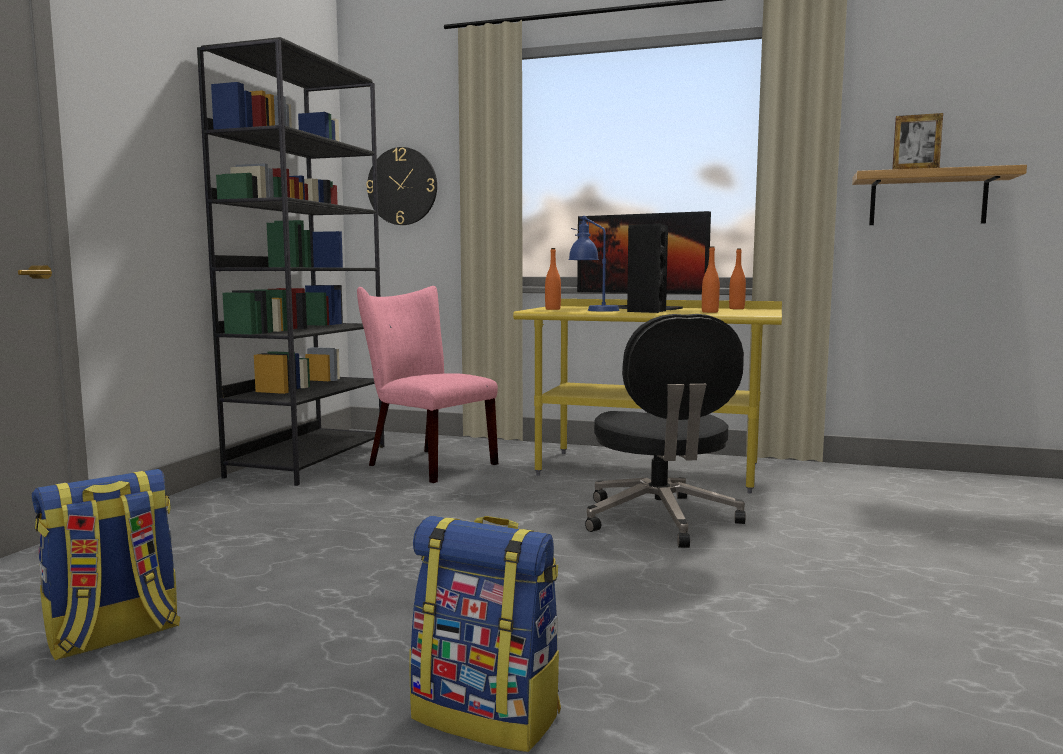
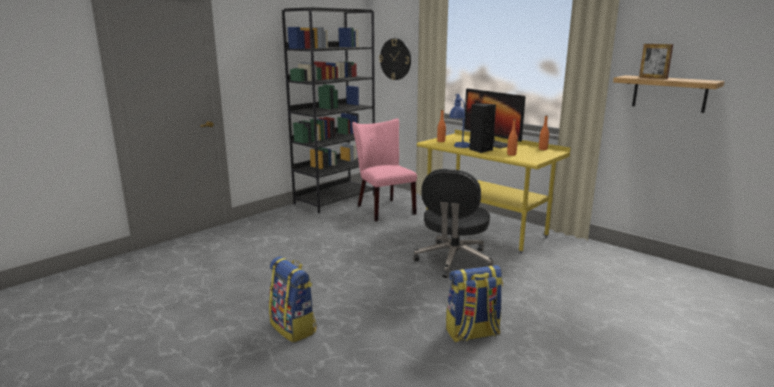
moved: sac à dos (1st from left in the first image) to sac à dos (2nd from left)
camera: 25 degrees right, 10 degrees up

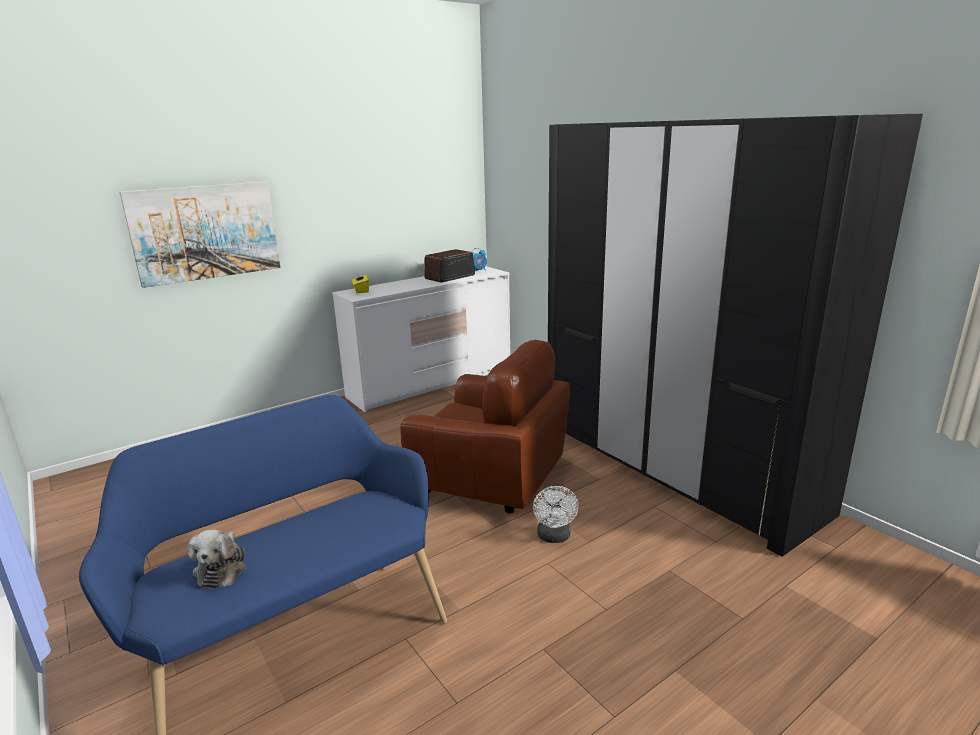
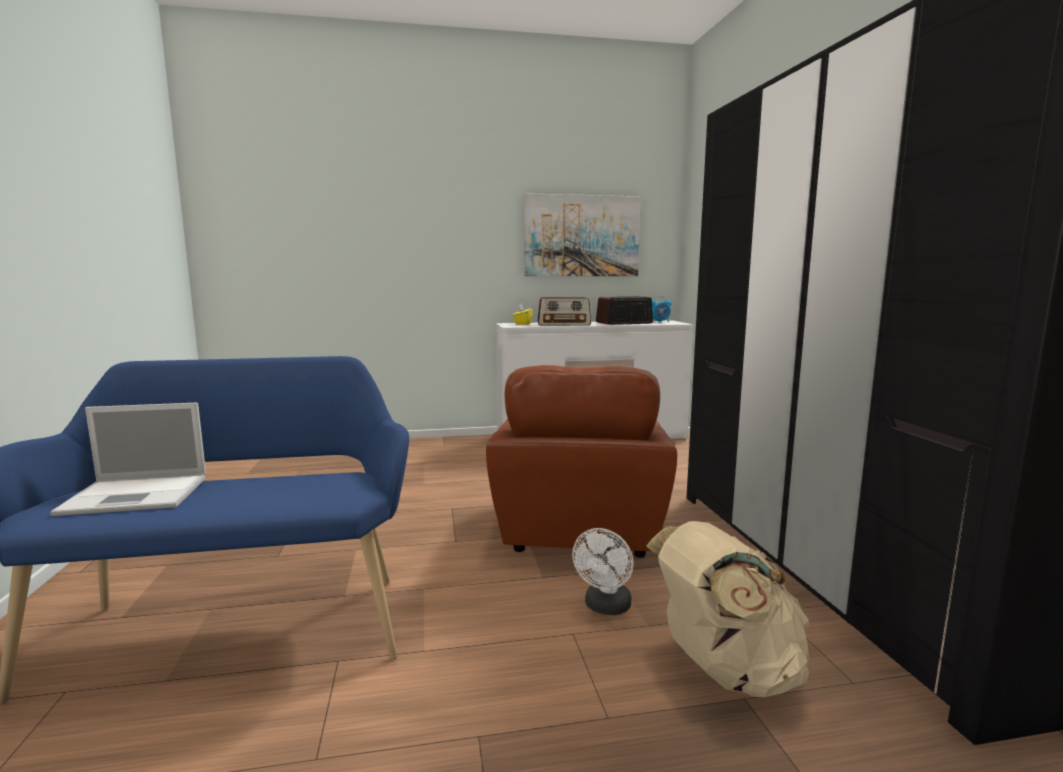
added: radio (1st from left); sac à dos/beige
moved: tableau
replaced: peluche to ordinateur portable
turned: fauteuil/marron 45 degrees clockwise
camera: 25 degrees right, 10 degrees down

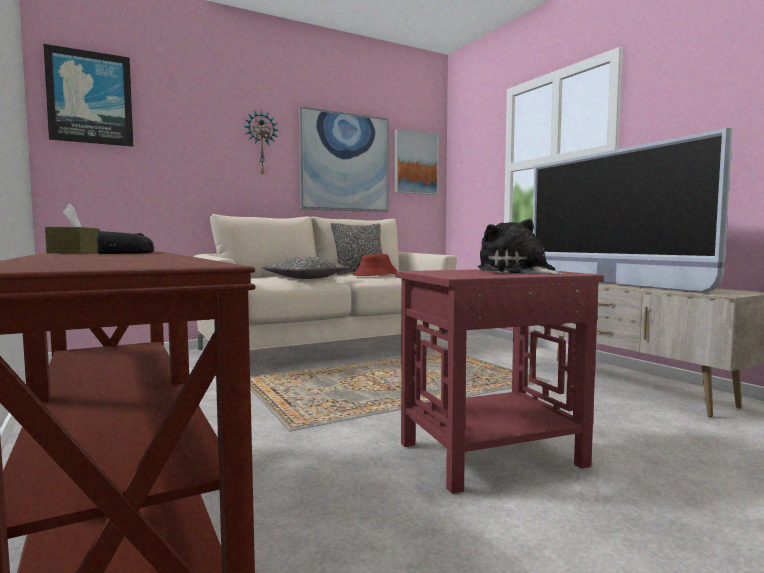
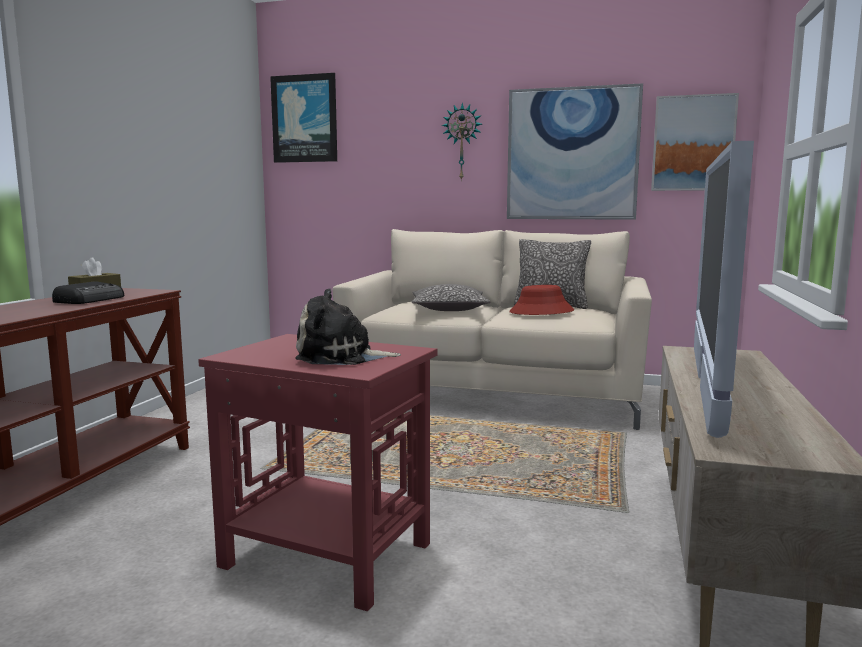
turned: peluche 105 degrees counterclockwise
camera: 45 degrees right, 5 degrees up

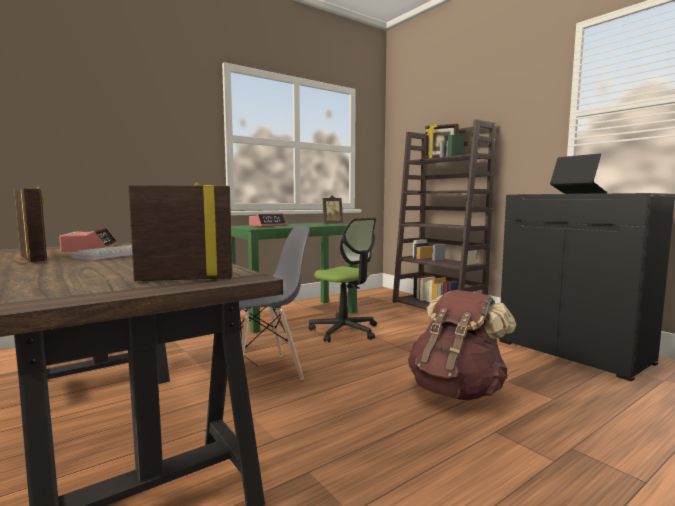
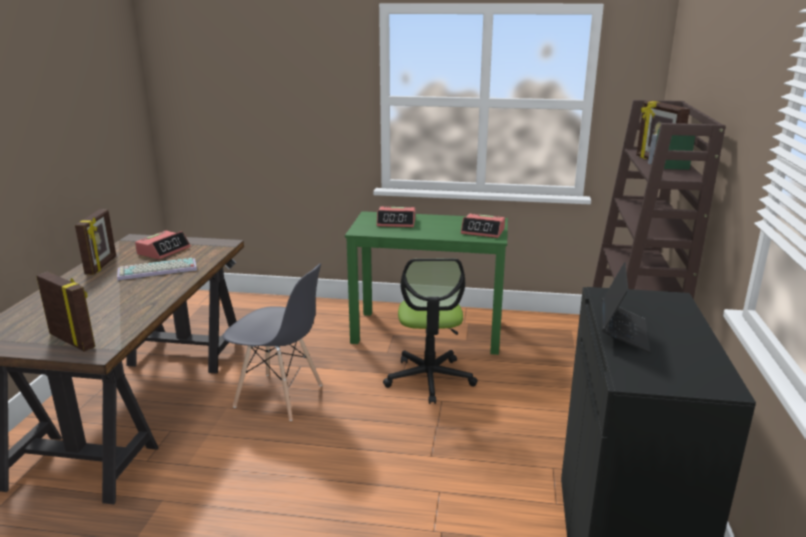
removed: sac à dos/marron
replaced: cadre photo (3rd from left) to réveil (3rd from left)
camera: 45 degrees right, 15 degrees up

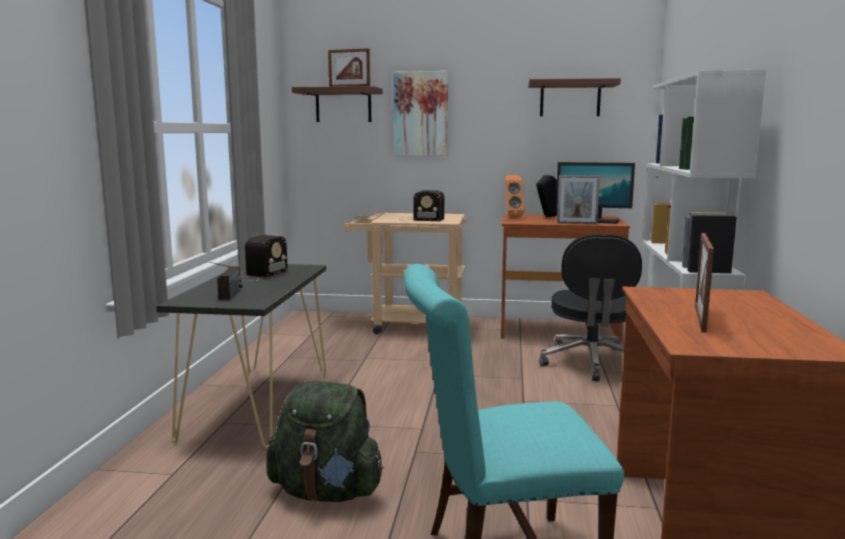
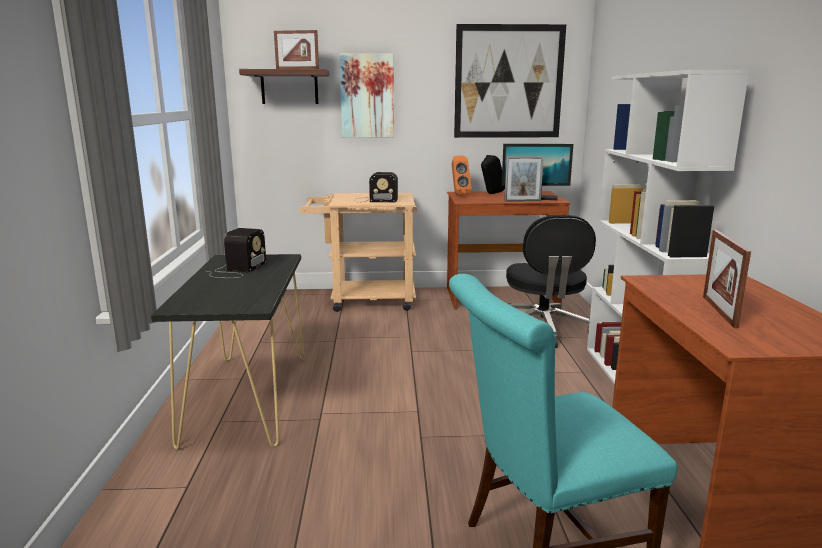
removed: radio (1st from left); sac à dos/vert
replaced: étagère (2nd from left) to tableau (2nd from left)
camera: 10 degrees left, 5 degrees up

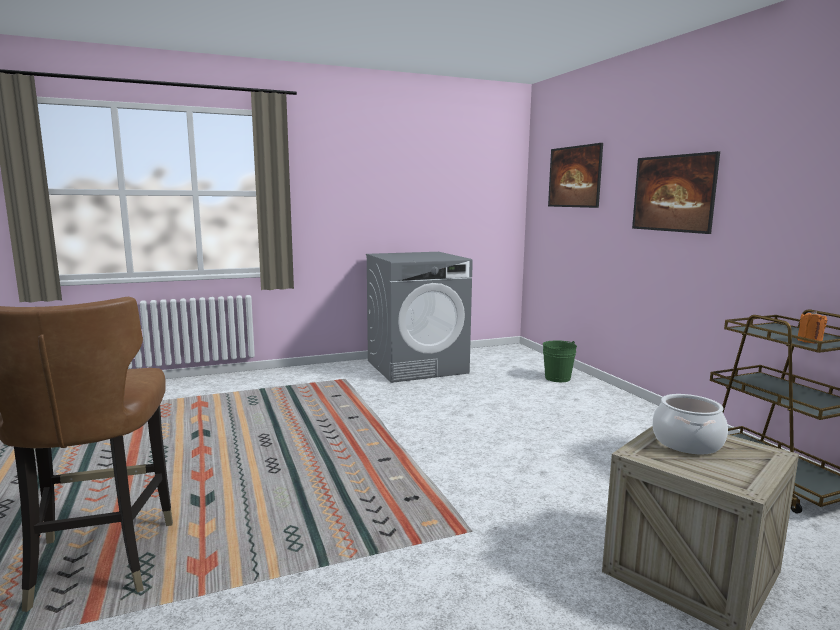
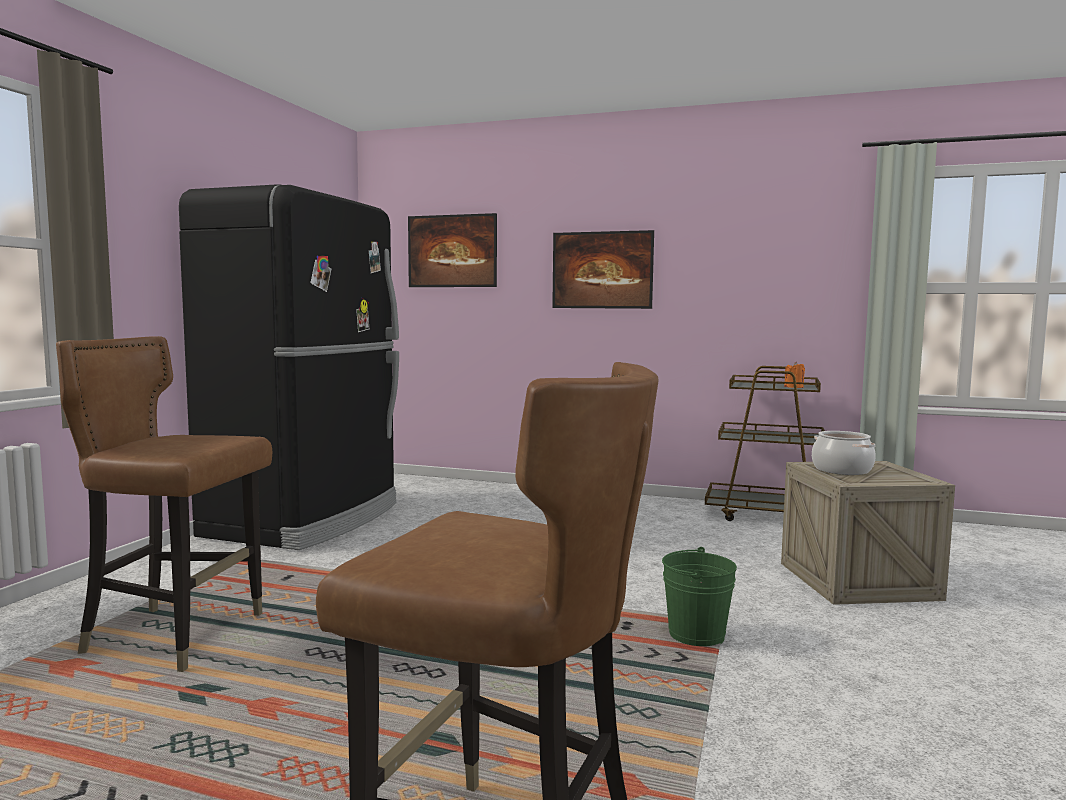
added: chaise/marron (1st from left)
moved: seau/vert
replaced: lave-linge/gris to réfrigérateur/noir
camera: 50 degrees left, 5 degrees down

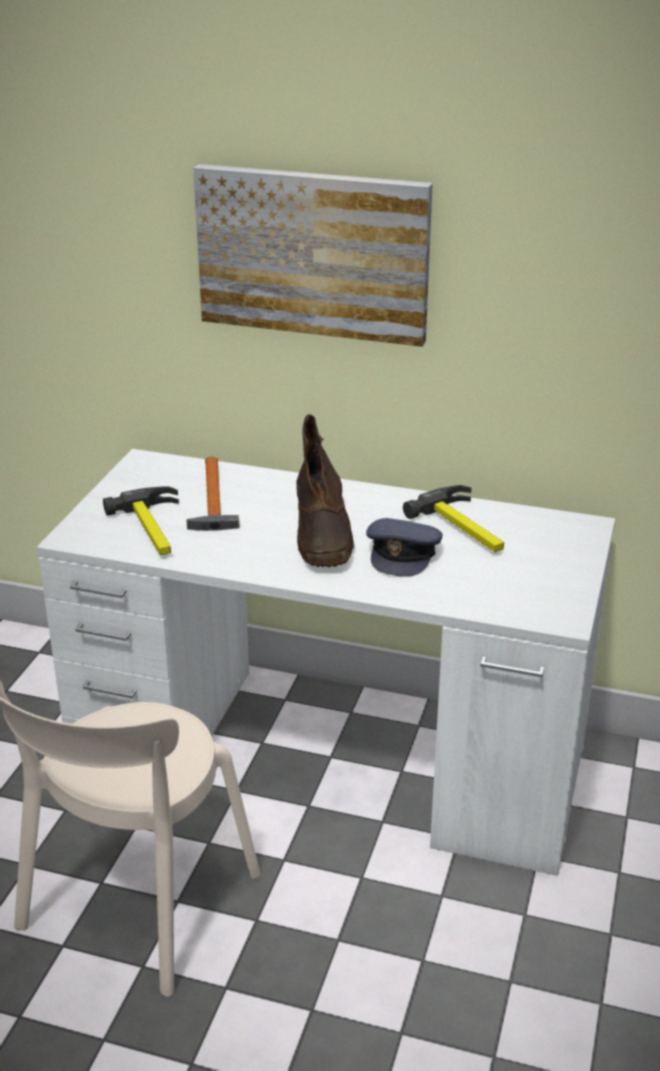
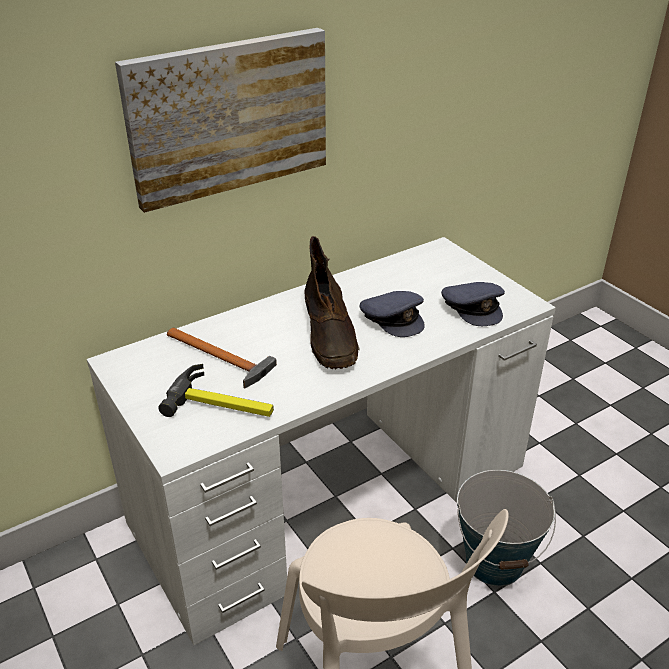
removed: marteau (3rd from left)
added: casquette/gris (2nd from left); seau
turned: botte/marron 45 degrees clockwise
camera: 50 degrees left, 5 degrees up

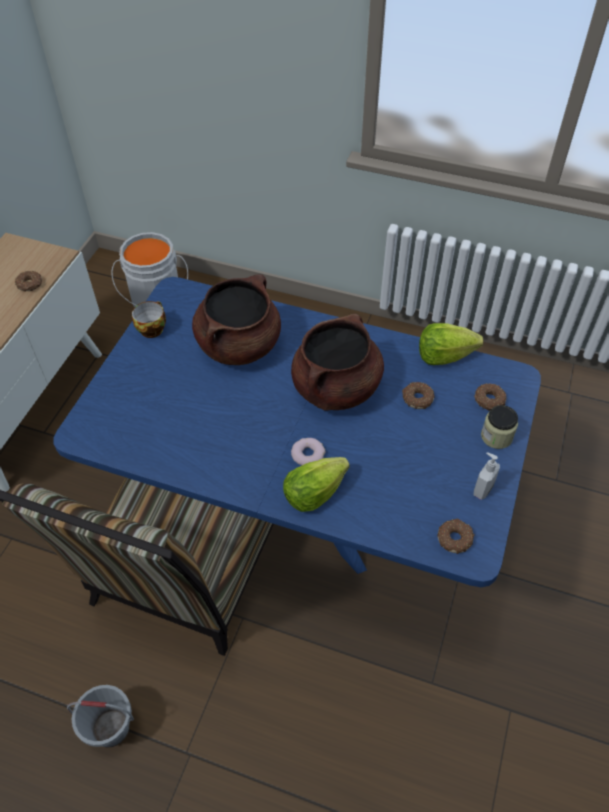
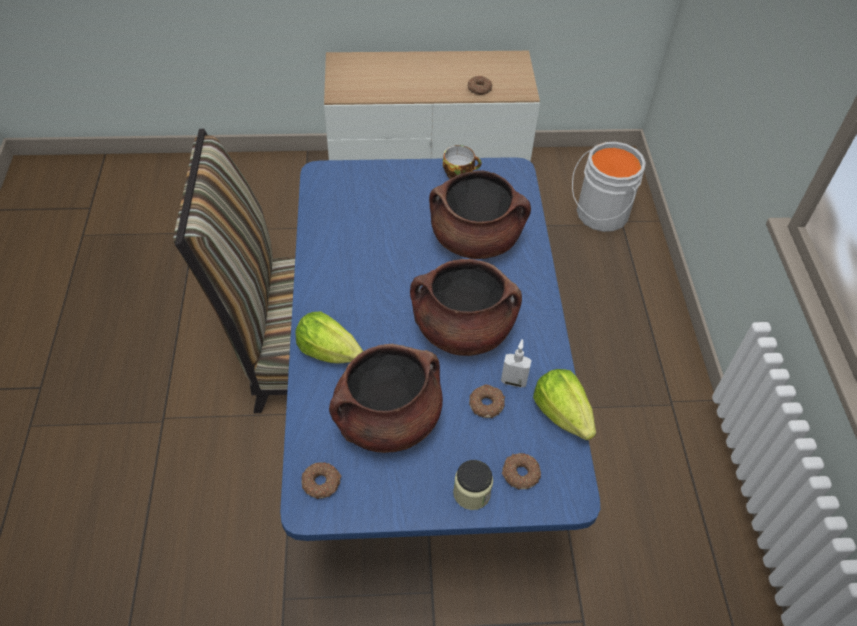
removed: seau/gris (1st from left); beignet (2nd from left)
added: marmite/marron (1st from left)
moved: distributeur de savon
camera: 65 degrees right, 0 degrees up

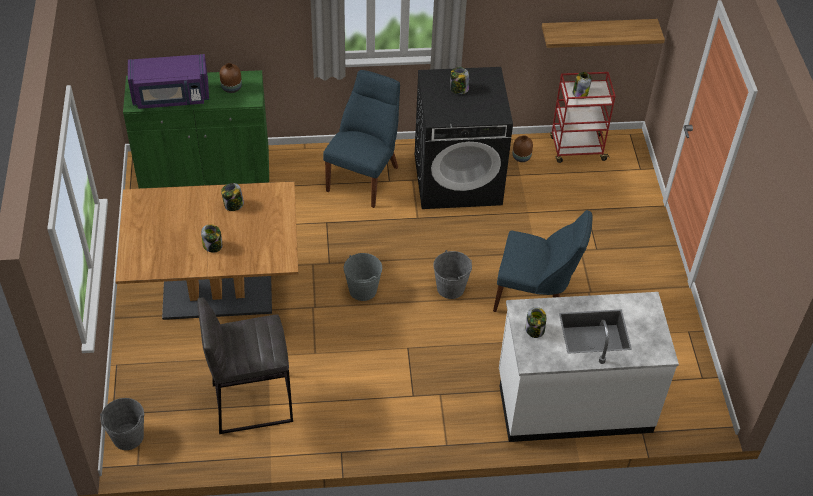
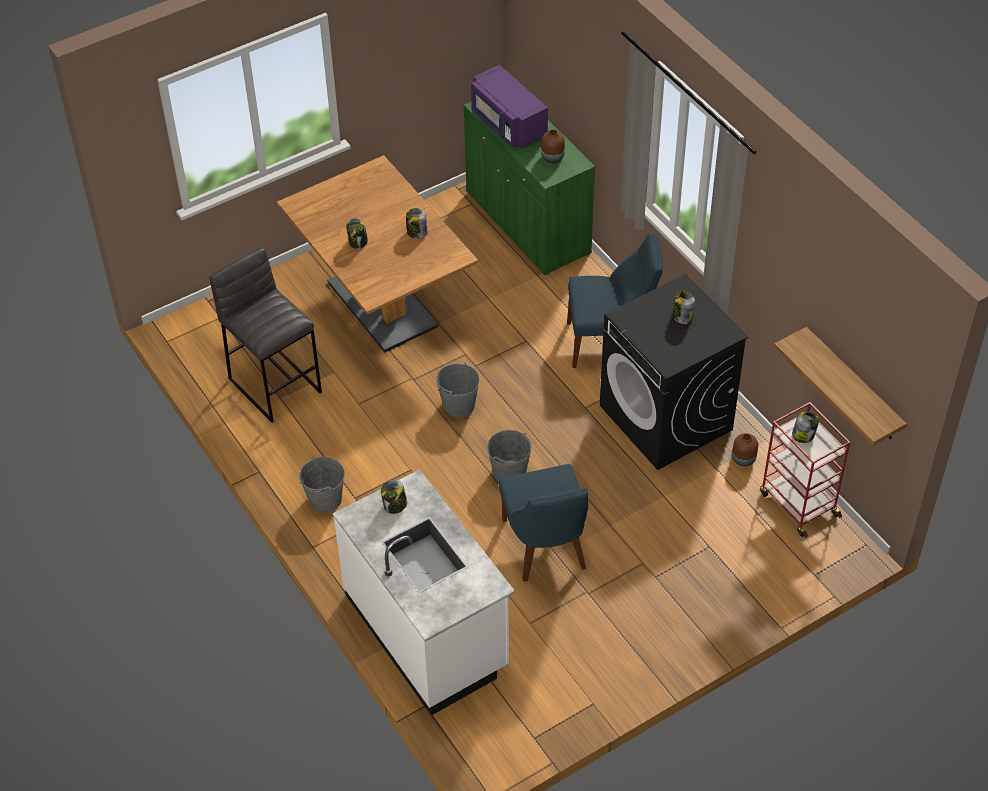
moved: seau/gris (1st from left)
camera: 65 degrees right, 0 degrees up

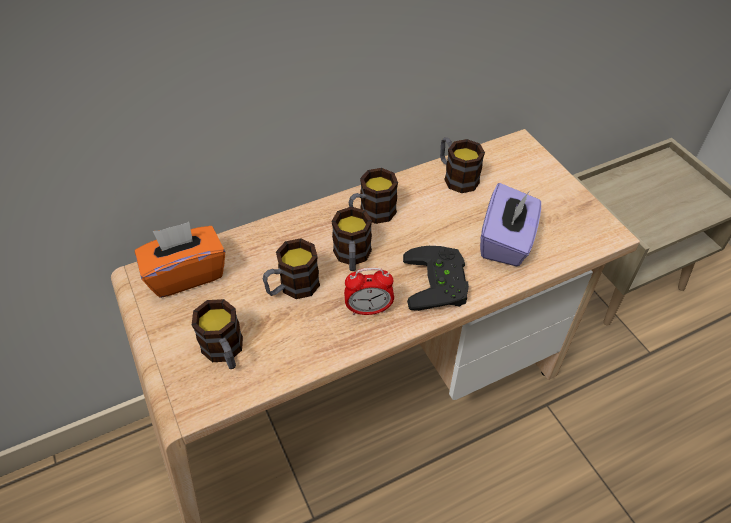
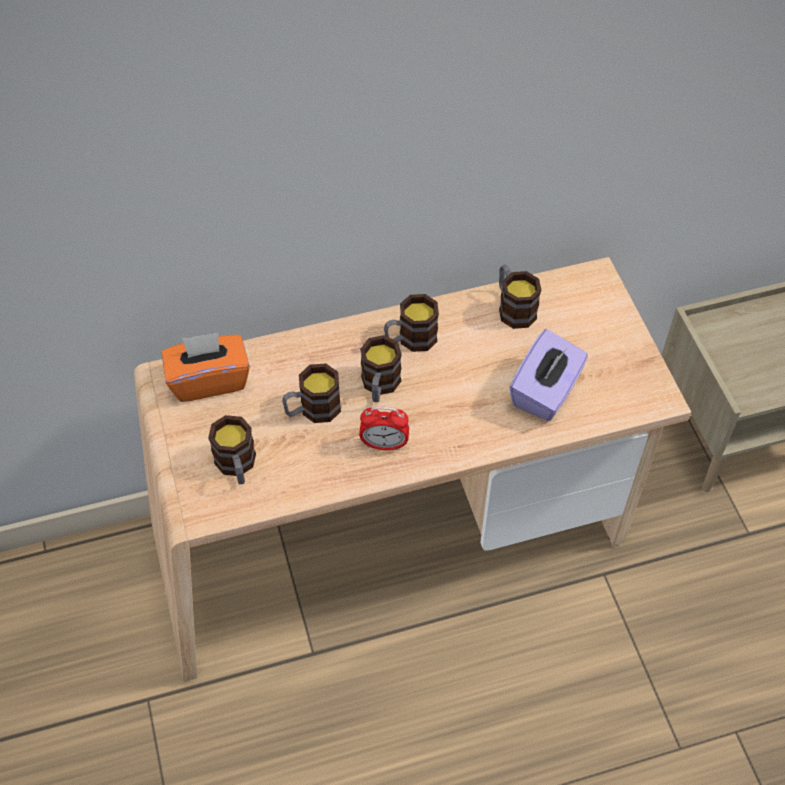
removed: manette/noir
camera: 10 degrees right, 5 degrees up

